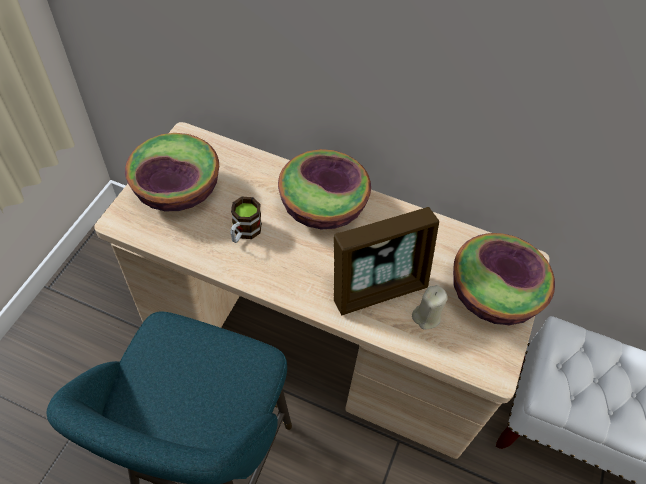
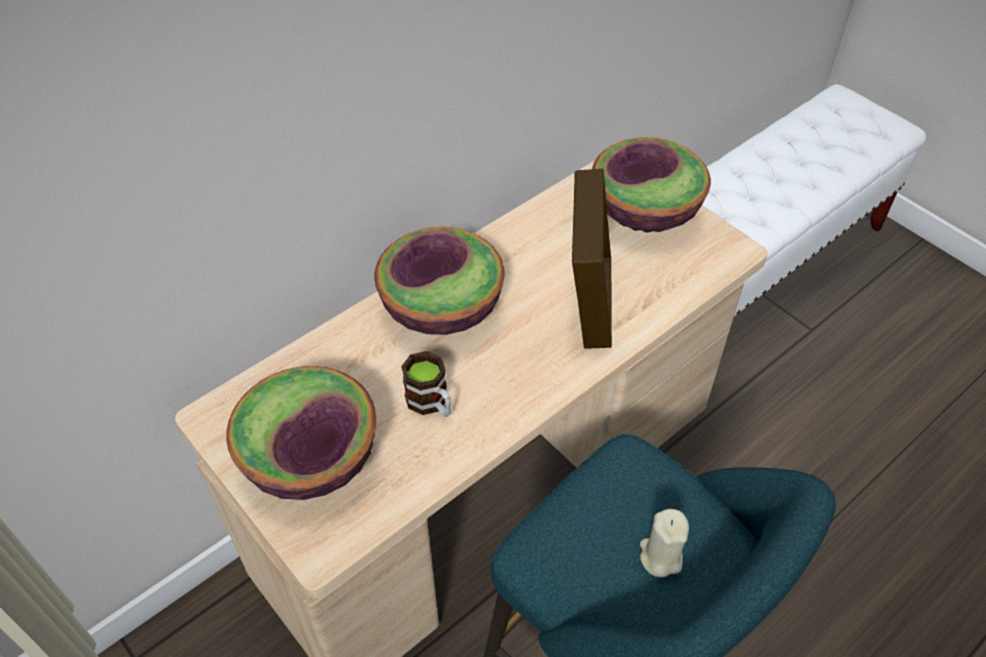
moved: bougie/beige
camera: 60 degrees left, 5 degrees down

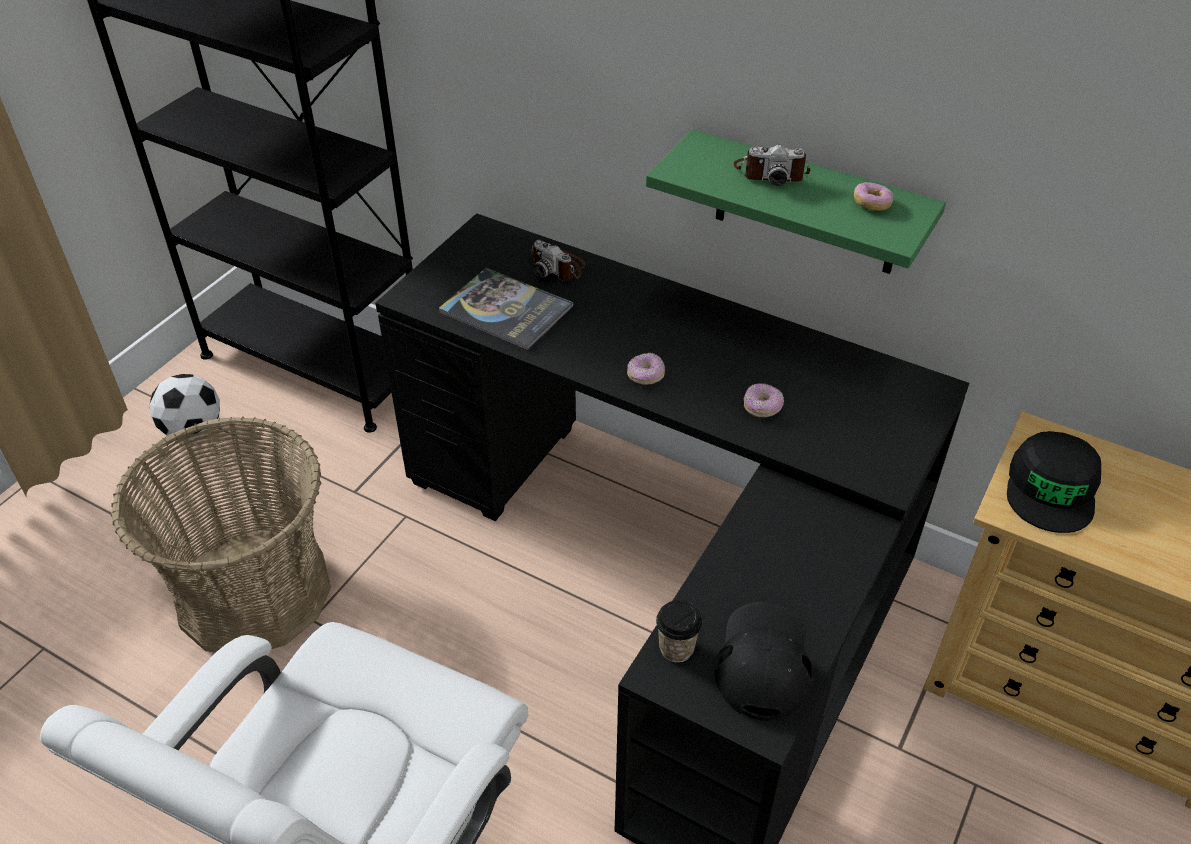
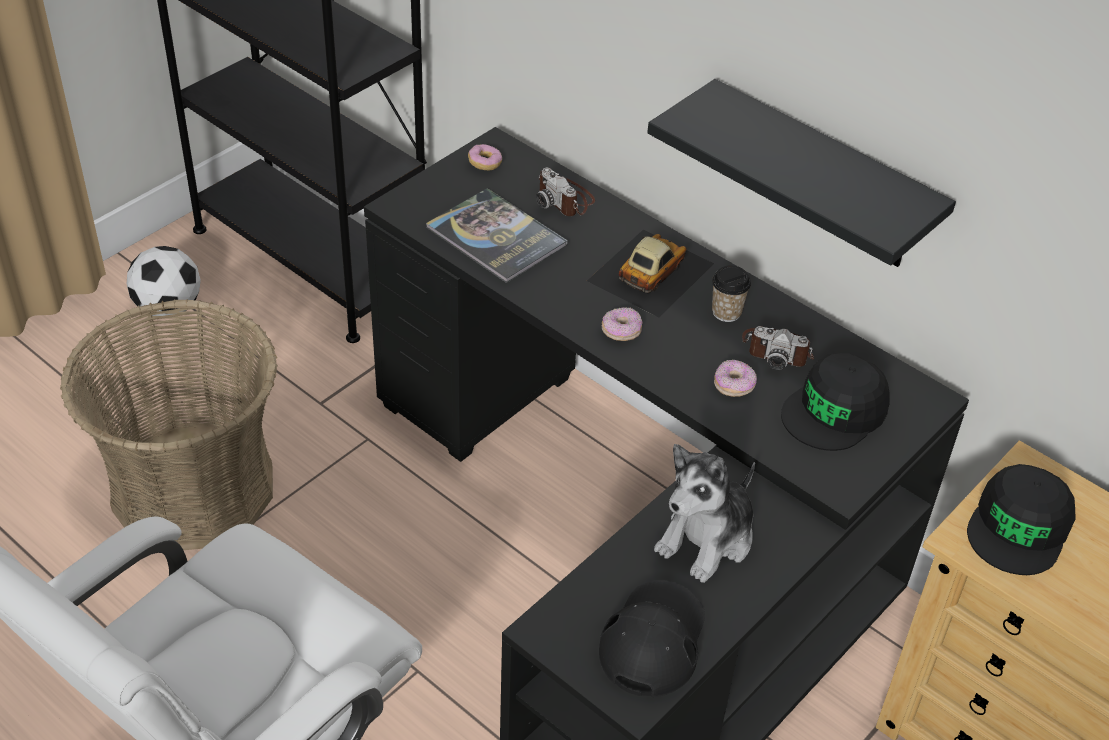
added: petite voiture; peluche; casquette/noir (2nd from left)
moved: tasse; appareil photo (2nd from left); beignet (3rd from left in the first image) to beignet (1st from left)
recoloured: étagère/vert to étagère/noir
camera: 10 degrees right, 0 degrees up

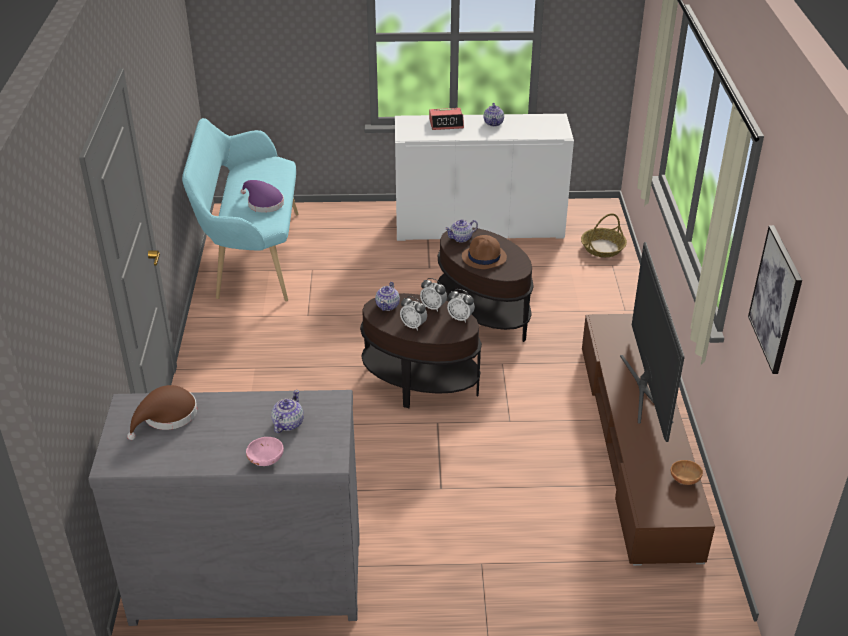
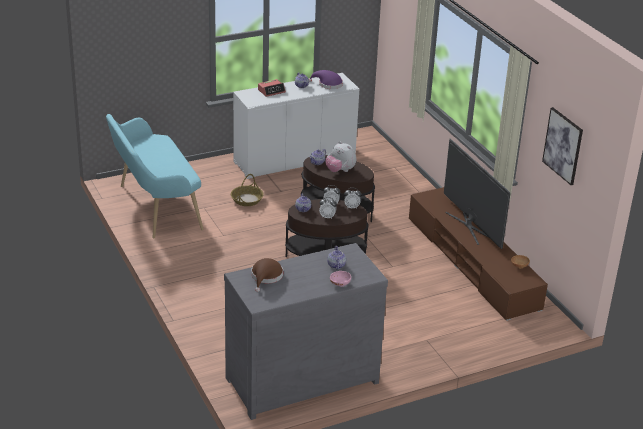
moved: chapeau/violet; panier
replaced: chapeau/marron (2nd from left) to peluche
camera: 25 degrees left, 5 degrees down

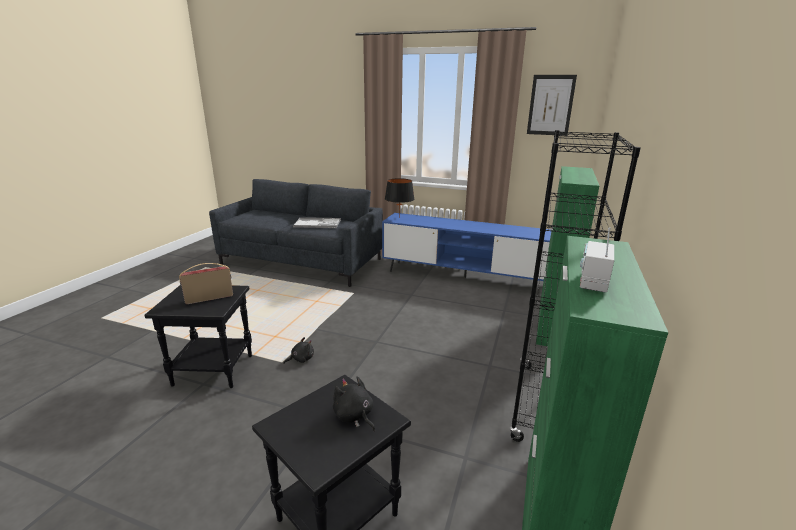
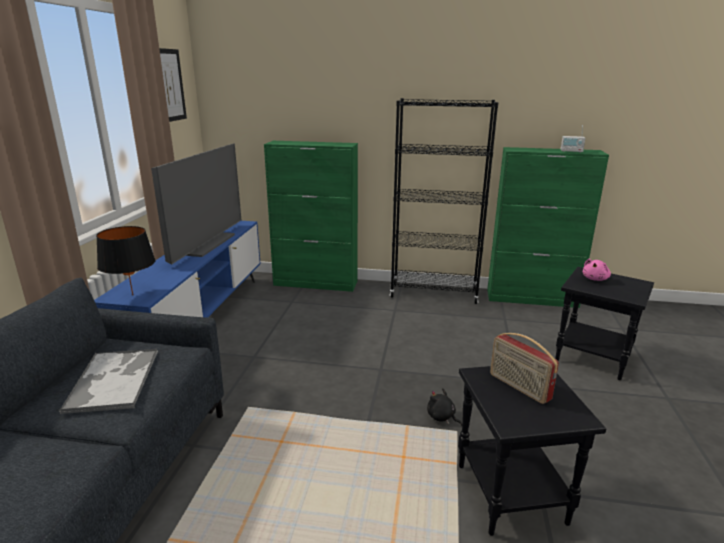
added: téléviseur
recoloured: peluche/noir (2nd from left) to peluche/rose
camera: 100 degrees left, 0 degrees up

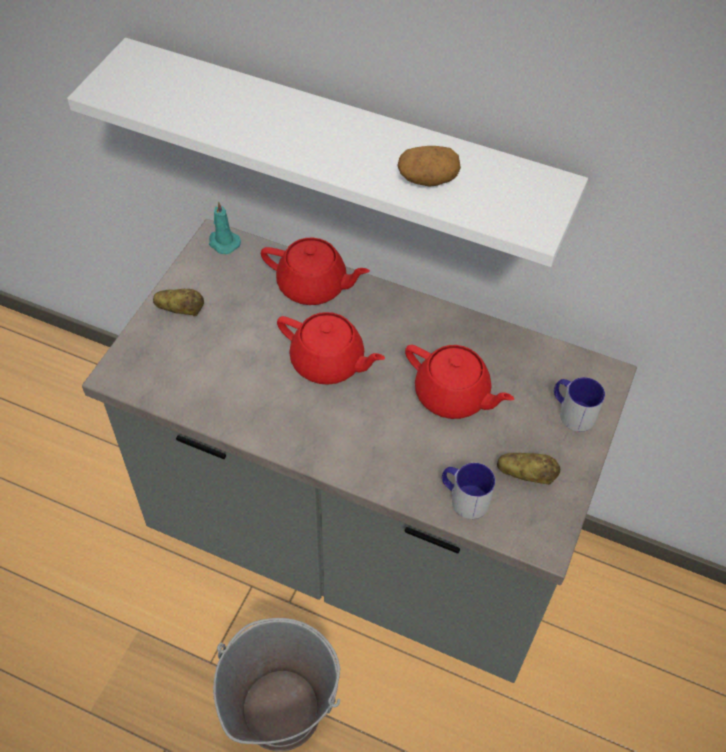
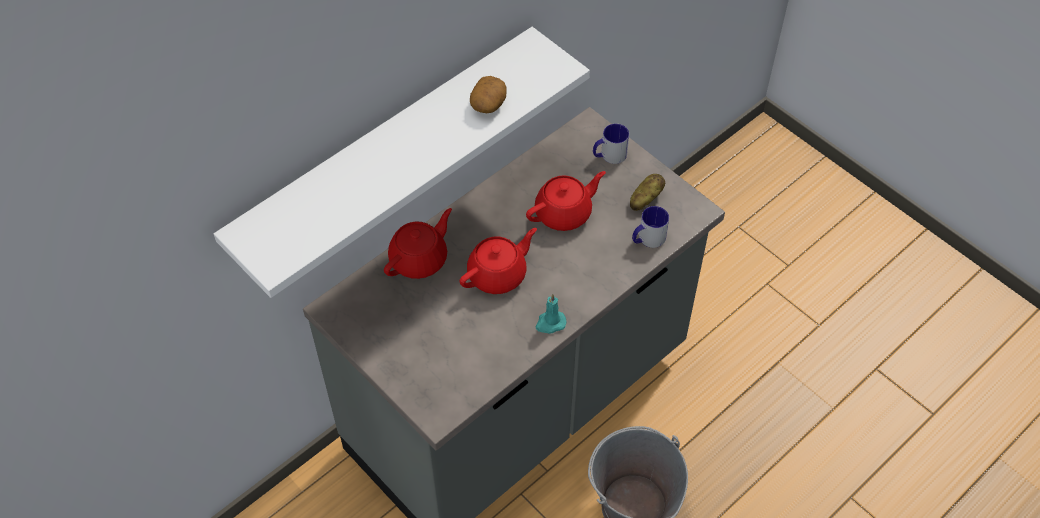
removed: pomme de terre (1st from left)
moved: bougie/turquoise
camera: 65 degrees left, 0 degrees up

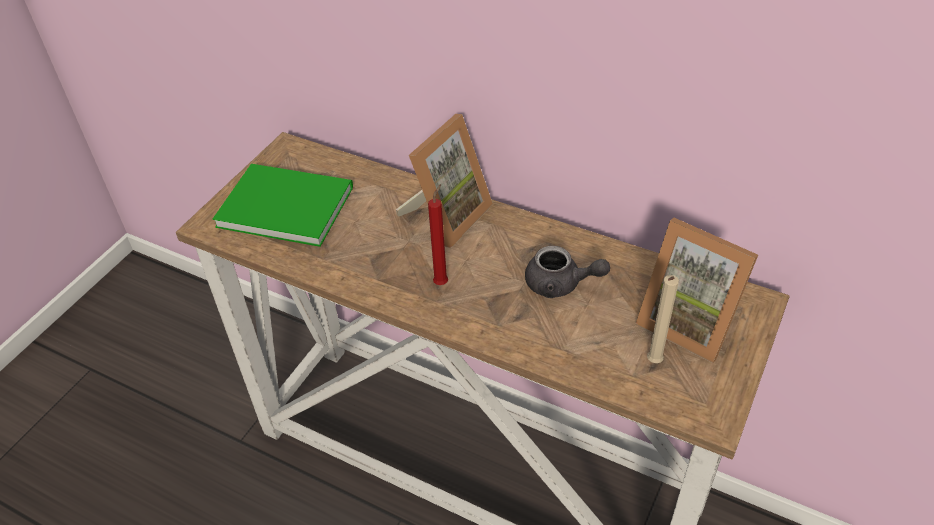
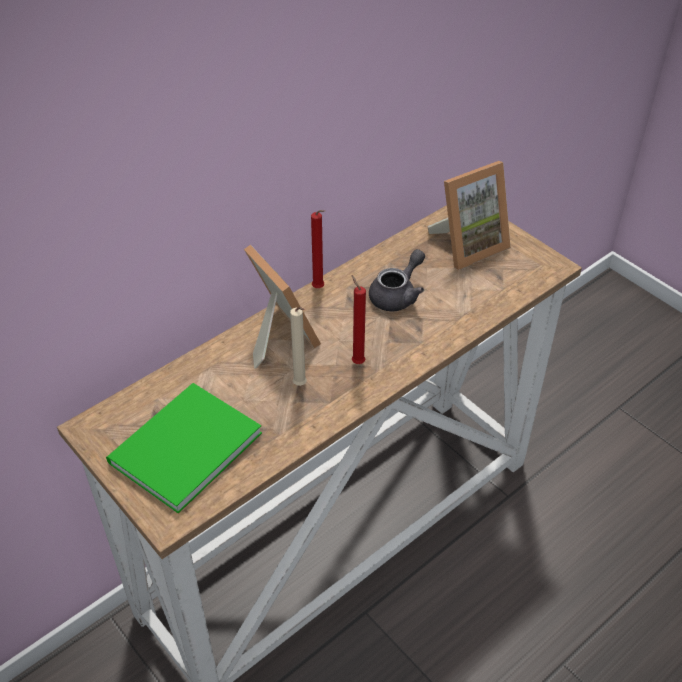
added: bougie/rouge (1st from left)
moved: bougie/beige
camera: 70 degrees left, 0 degrees up

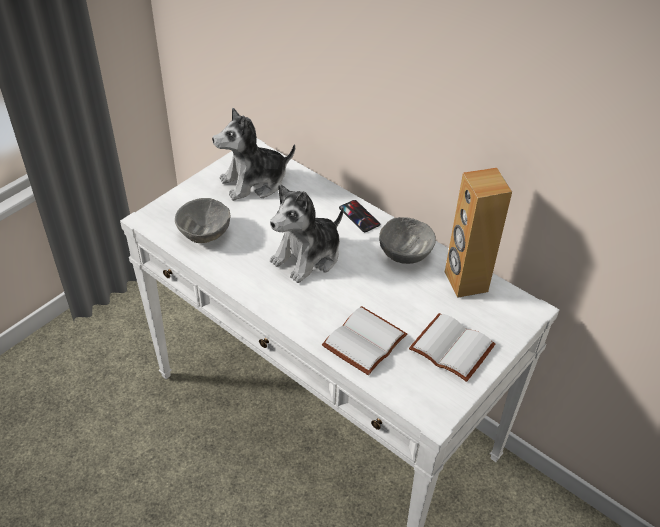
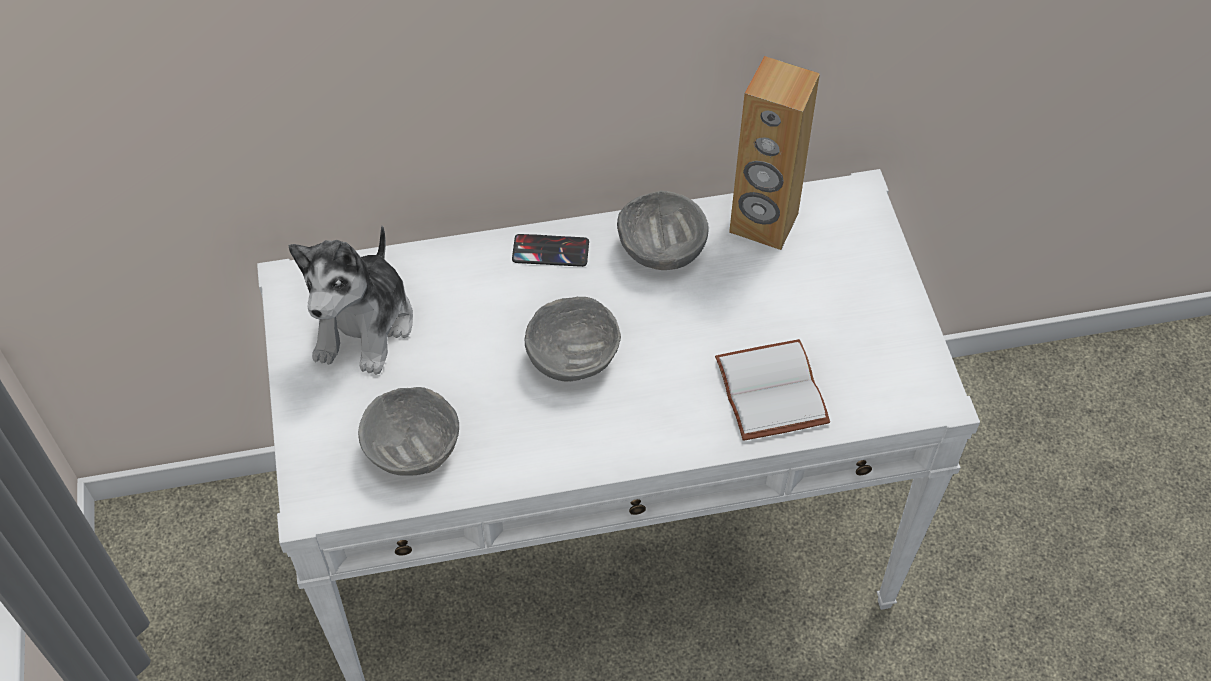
removed: livre/blanc (2nd from left)
replaced: peluche (2nd from left) to bol/gris (2nd from left)
camera: 50 degrees left, 10 degrees up

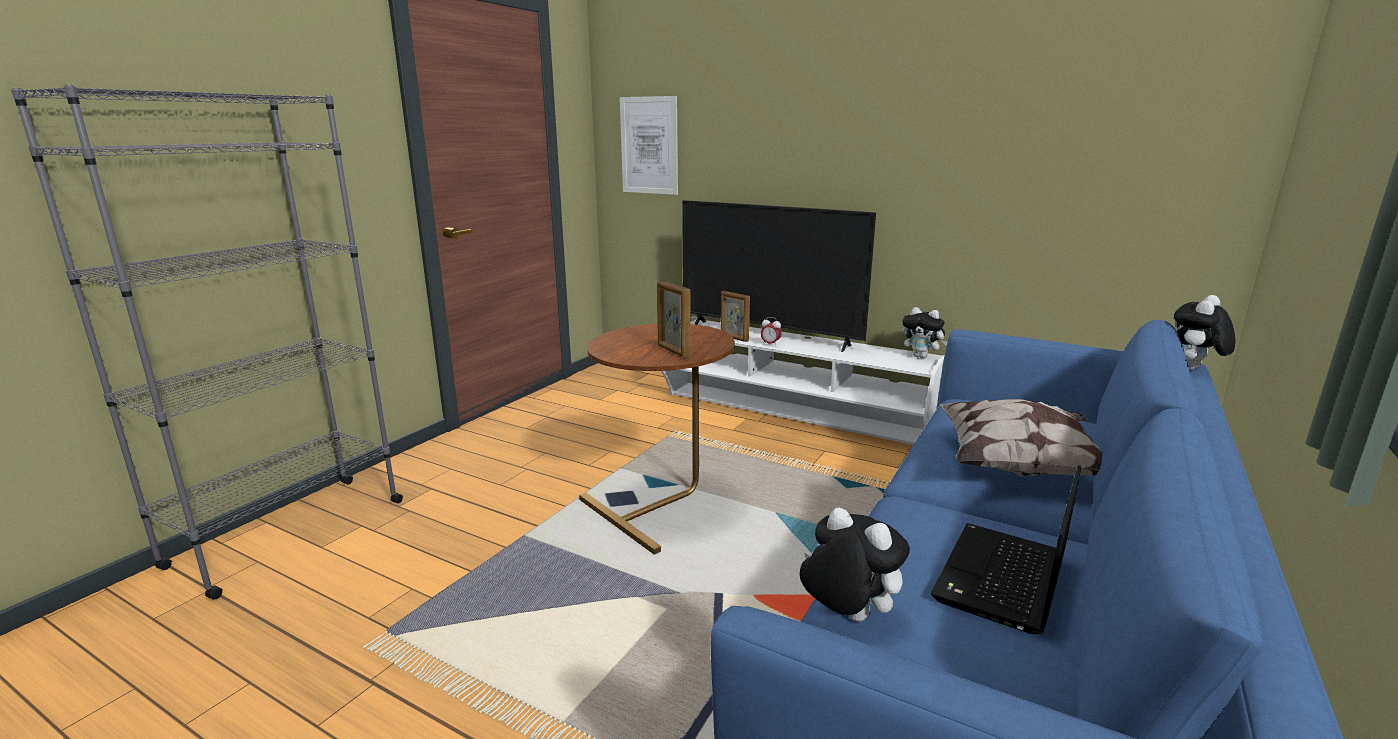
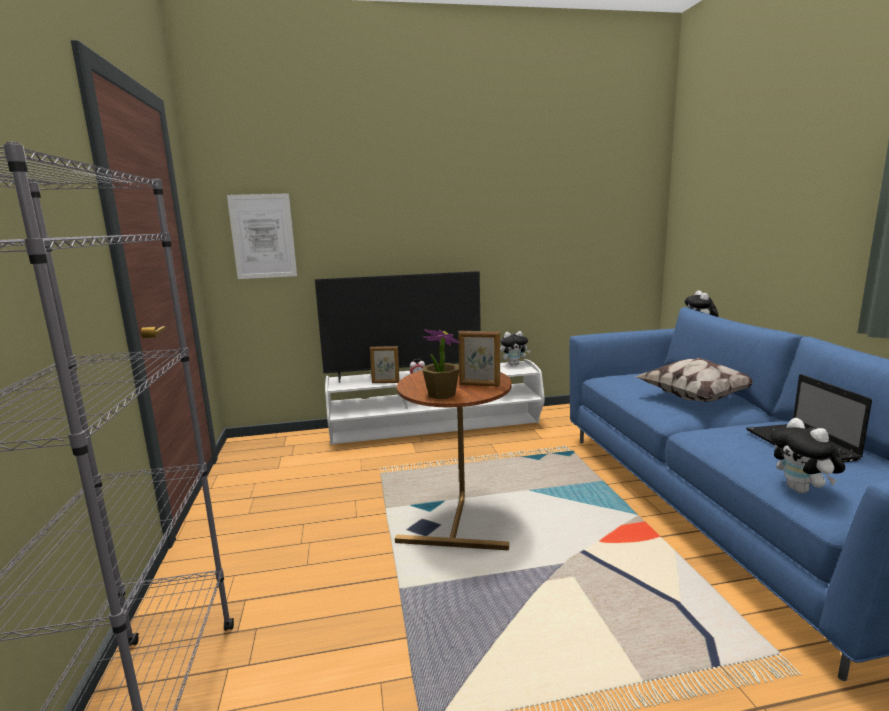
added: plante en pot
turned: peluche (1st from left in the first image) 105 degrees counterclockwise
camera: 40 degrees left, 5 degrees down

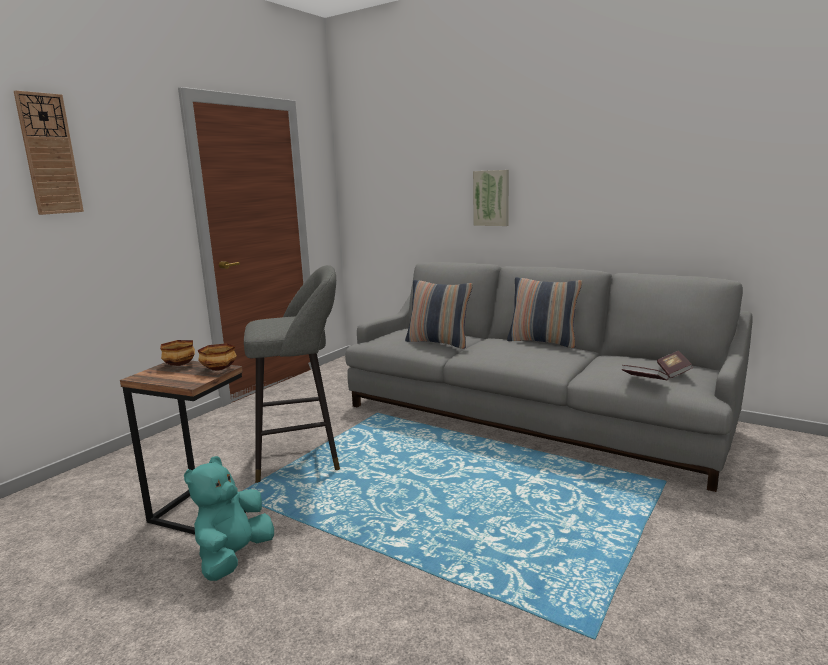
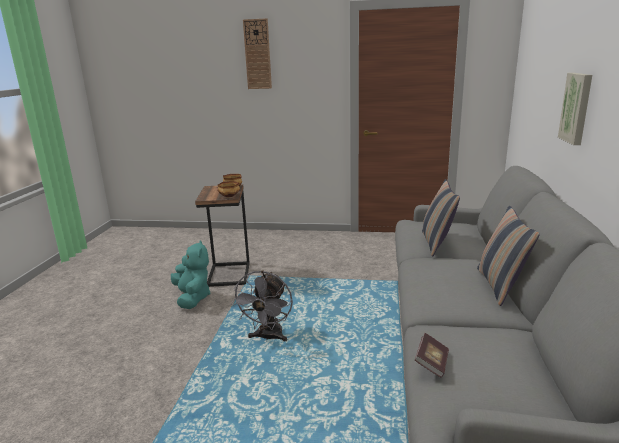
removed: tabouret/gris; livre (2nd from left)
added: ventilateur/gris
turned: peluche/turquoise 75 degrees clockwise
camera: 65 degrees right, 5 degrees up

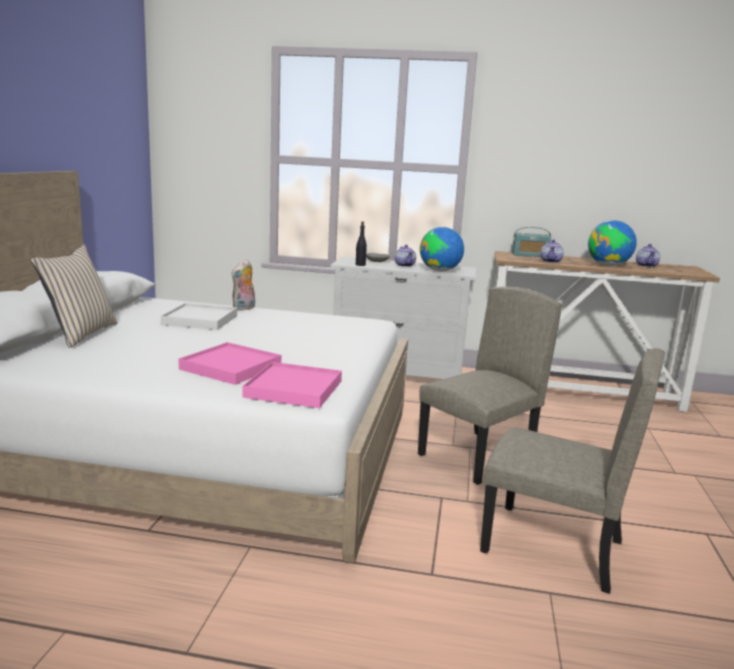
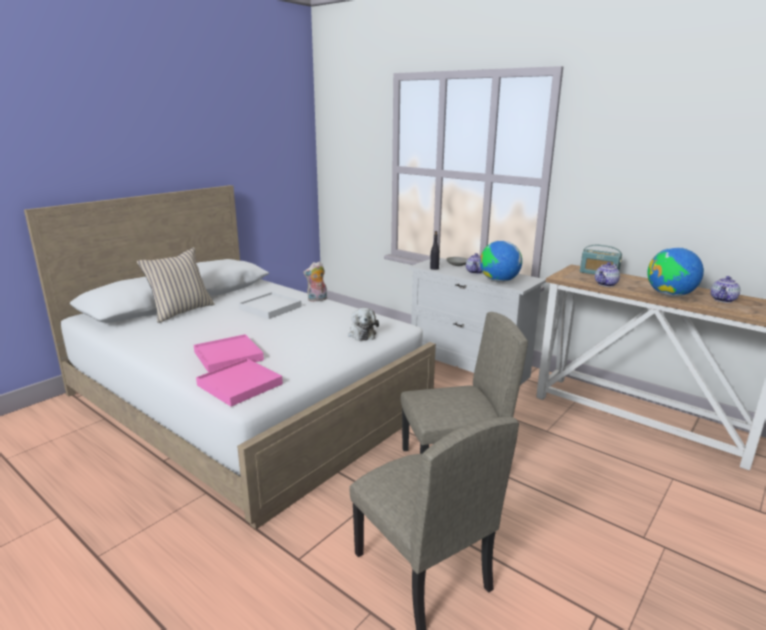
added: peluche (2nd from left)
camera: 30 degrees right, 5 degrees up

